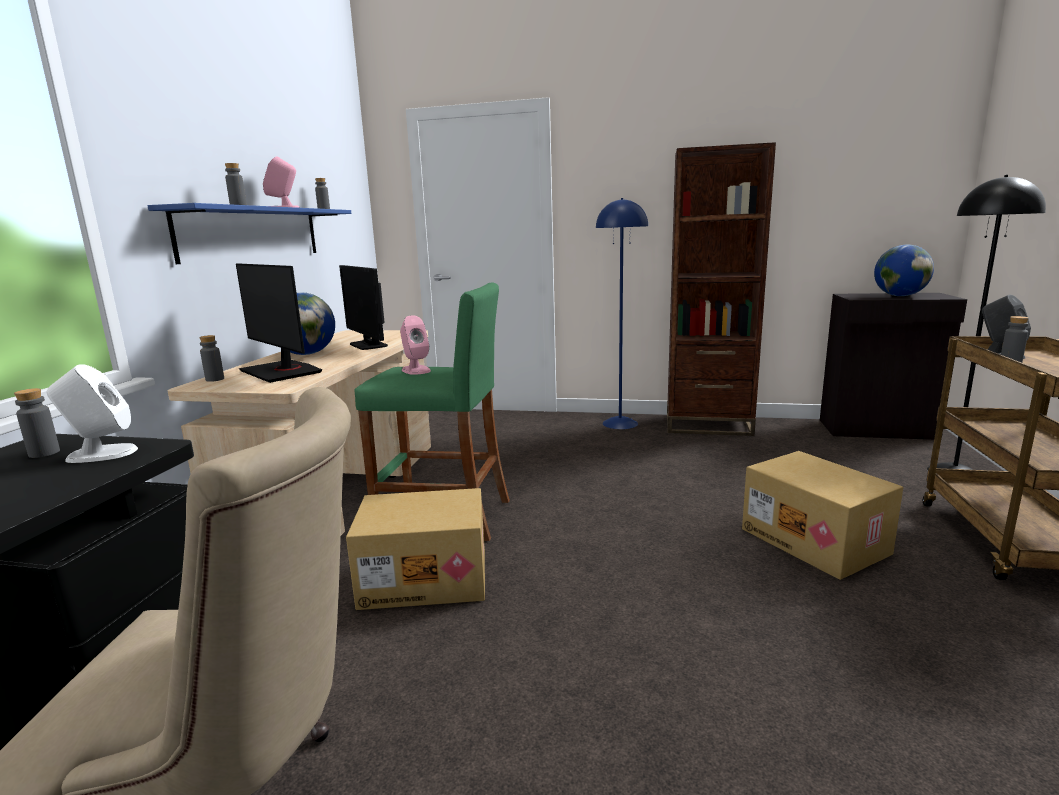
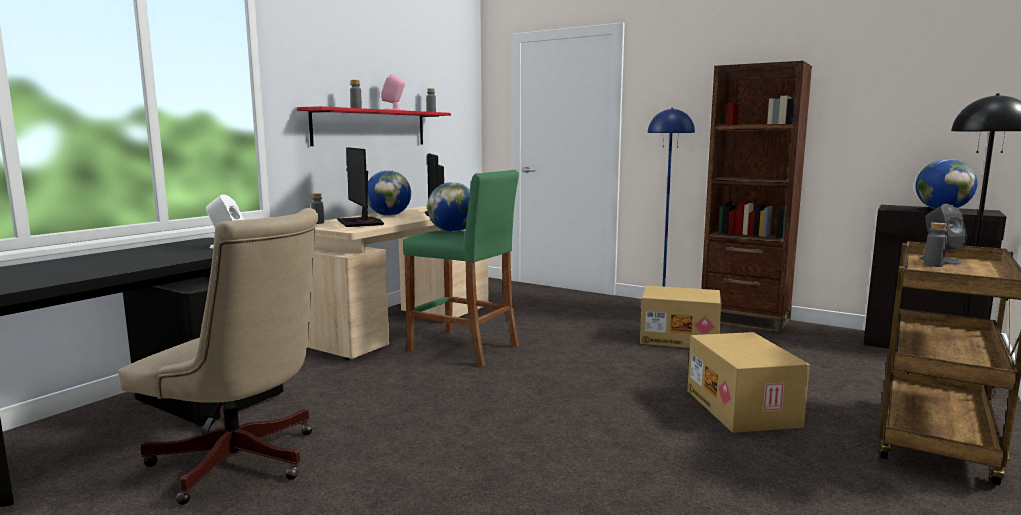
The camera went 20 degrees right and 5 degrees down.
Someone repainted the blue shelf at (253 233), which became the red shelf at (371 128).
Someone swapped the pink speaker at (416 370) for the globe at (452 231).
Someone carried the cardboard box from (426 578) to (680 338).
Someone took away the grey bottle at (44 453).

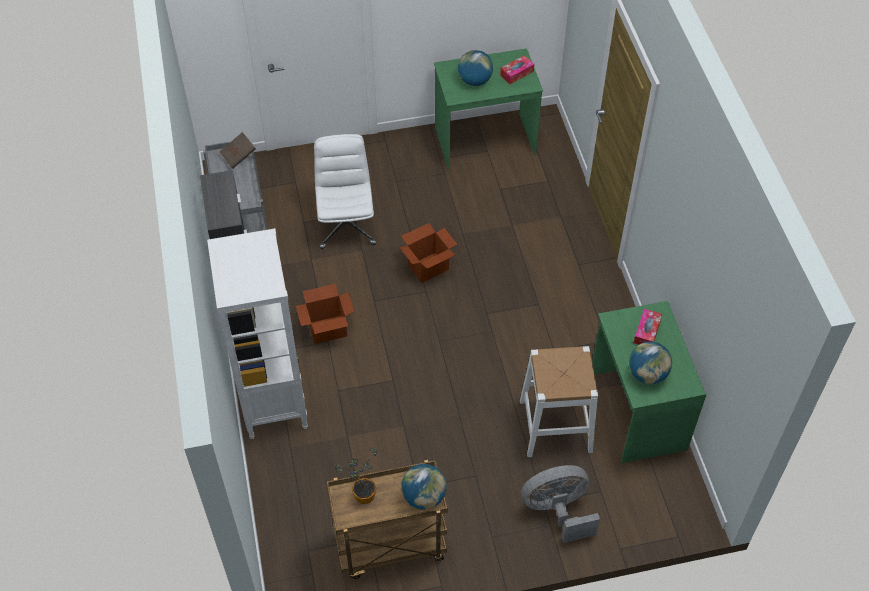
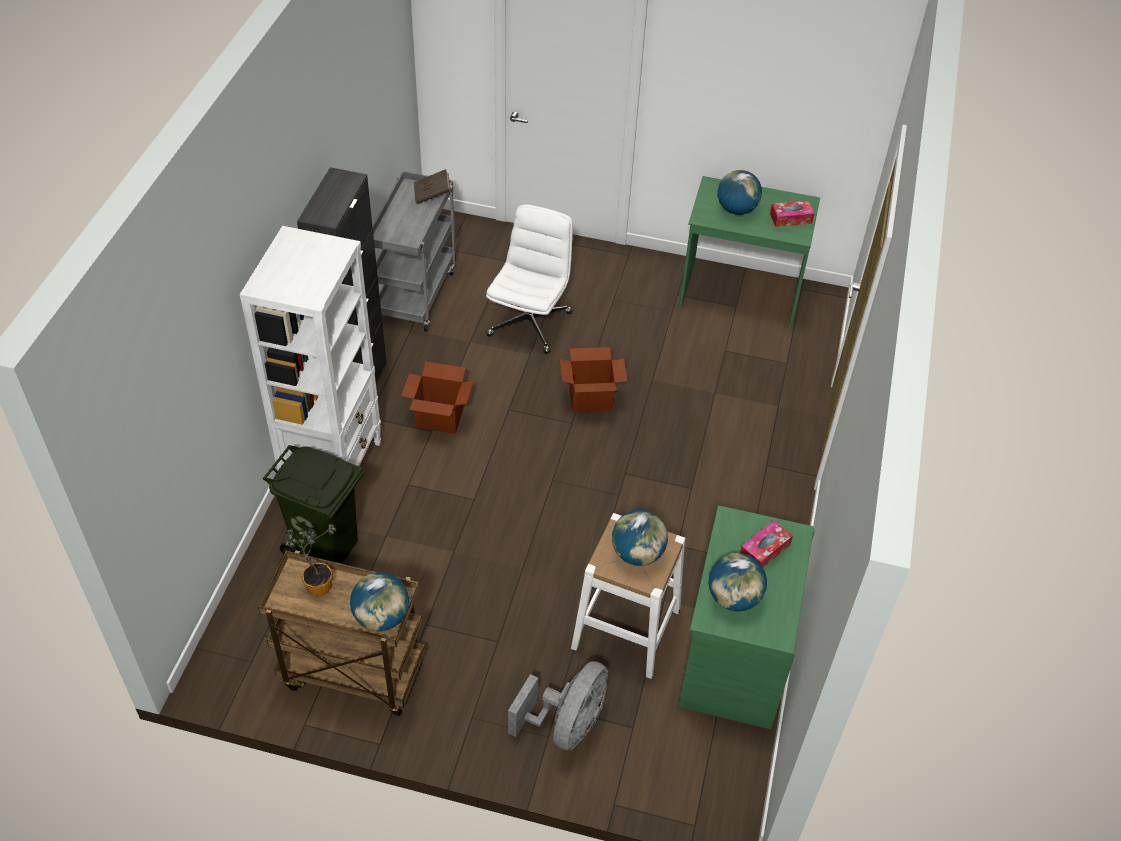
The camera went 25 degrees right and 5 degrees down.
Someone put down the green trash can at (325 545).
Someone rotated the grey fan at (557 511) by 105 degrees clockwise.
Someone put down the globe at (637 553).

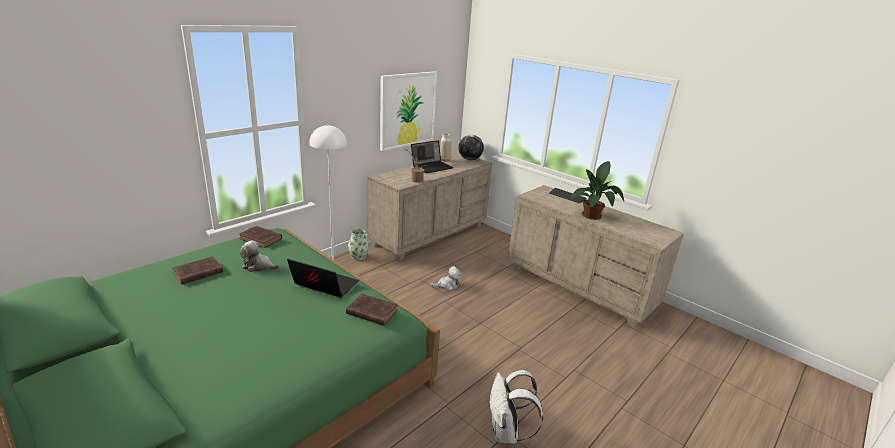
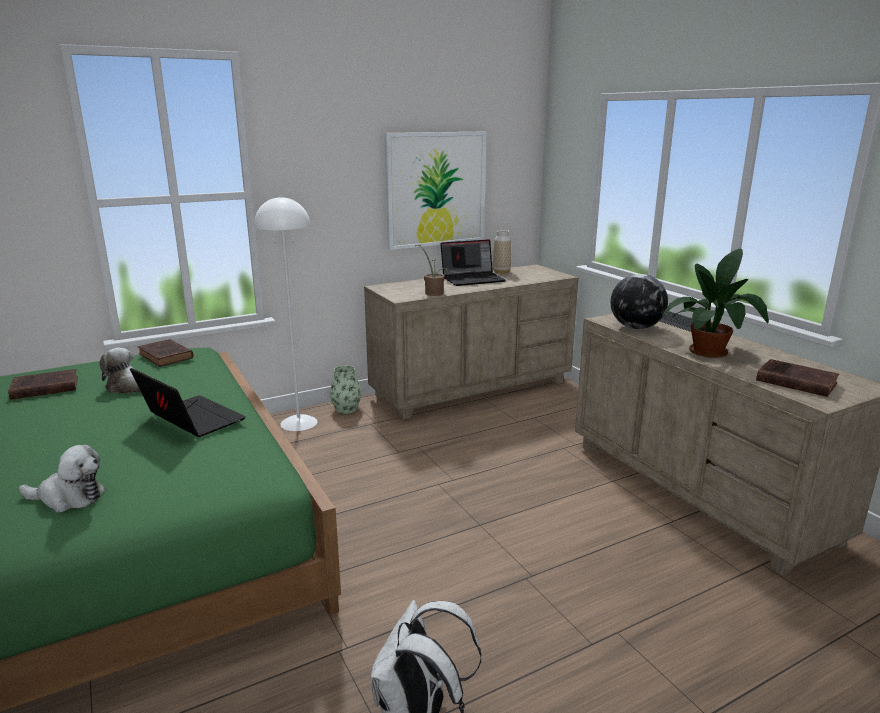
The camera went 20 degrees right and 5 degrees down.
Someone carried the plush toy from (447 285) to (69 497).
Someone carried the globe from (469 159) to (635 327).
Someone carried the brown book from (371 311) to (794 382).

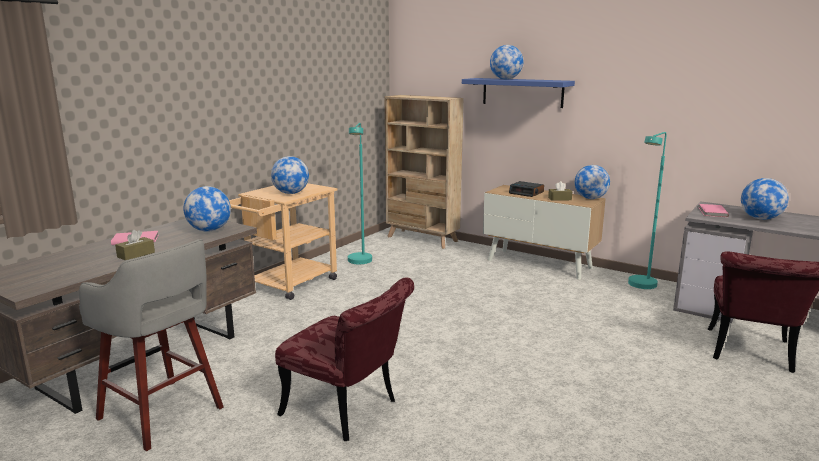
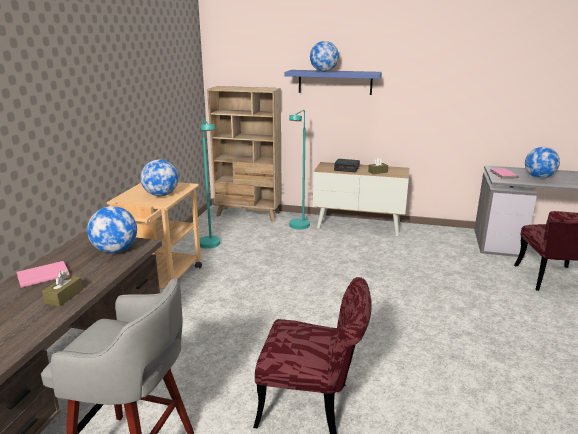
The camera went 20 degrees left and 5 degrees up.
Someone carried the turquoise floor lamp from (640 286) to (298 227).
Someone took away the globe at (590 198).

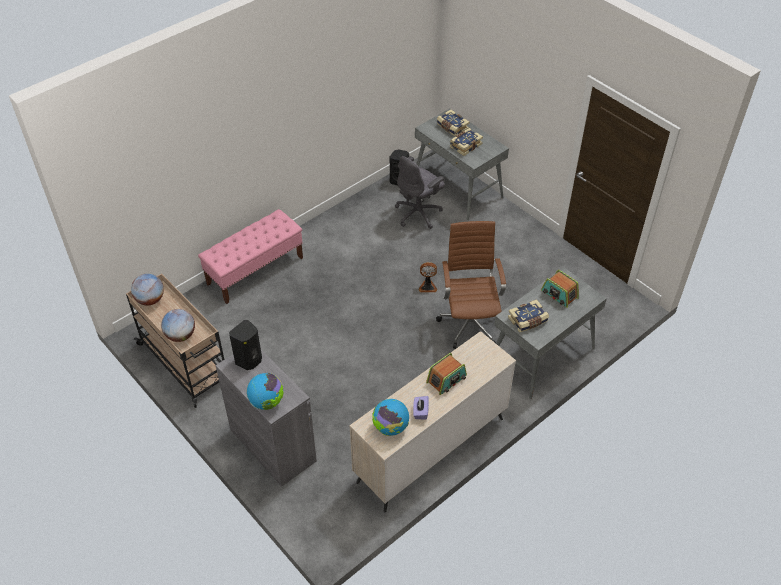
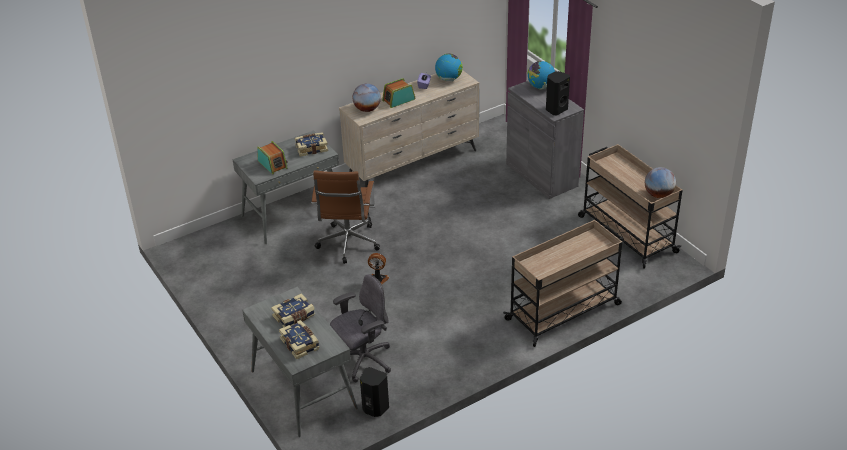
The camera went 170 degrees left and 10 degrees down.
Someone carried the globe from (181 335) to (367 109).
Someone swapped the pink bench at (255 270) for the beige cart at (564 311).

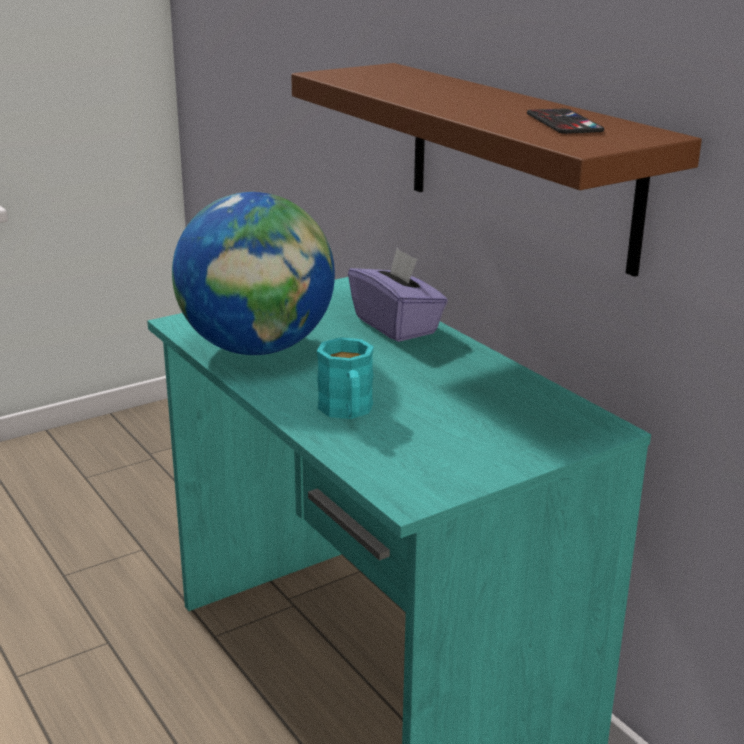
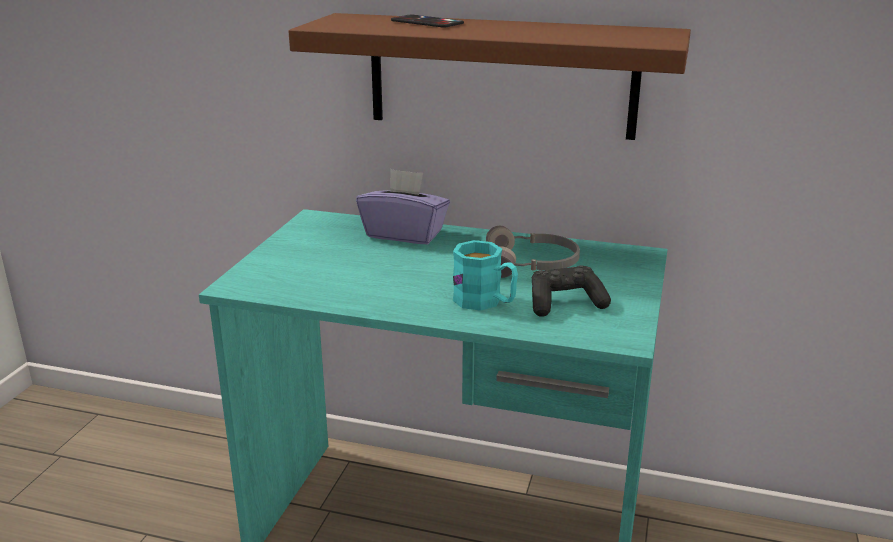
The camera went 40 degrees left and 0 degrees up.
Someone carried the phone from (563 123) to (426 22).
Someone put down the grey headphones at (531 265).
Someone put down the black game controller at (565 304).
Someone took away the globe at (257 348).

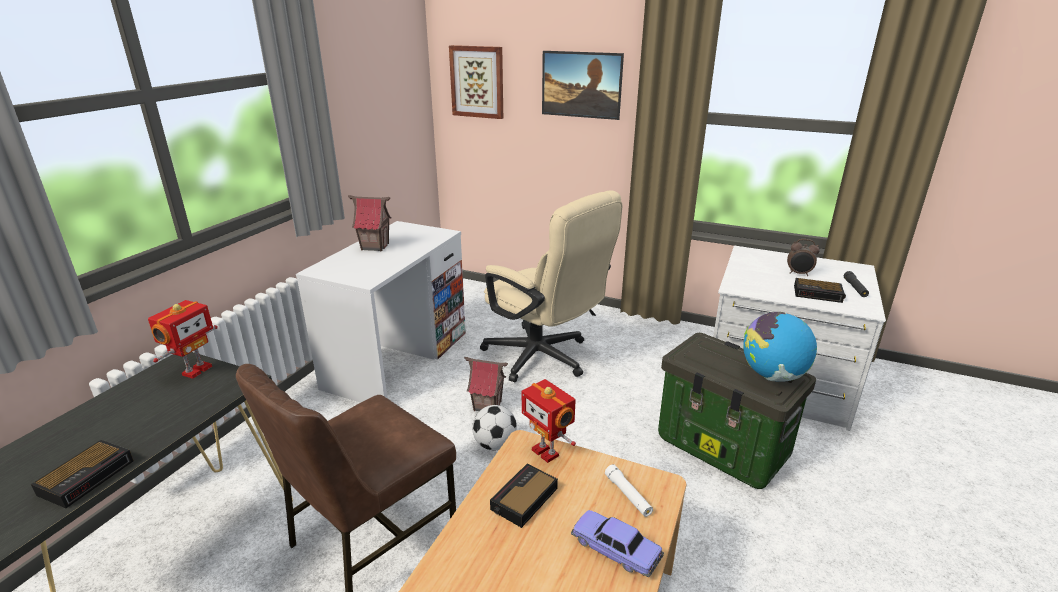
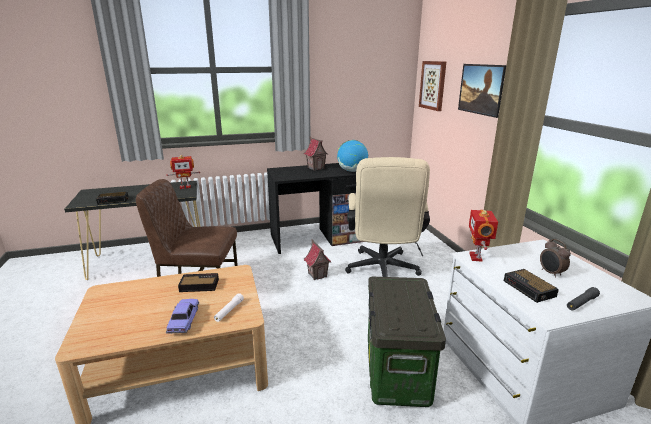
The camera went 50 degrees right and 5 degrees down.
Someone repainted the white desk at (397 359), which became the black desk at (317 238).
Someone carried the globe from (772 375) to (352 171).
Someone carried the toy robot from (546 452) to (477 257).
Someone took away the football at (495 444).

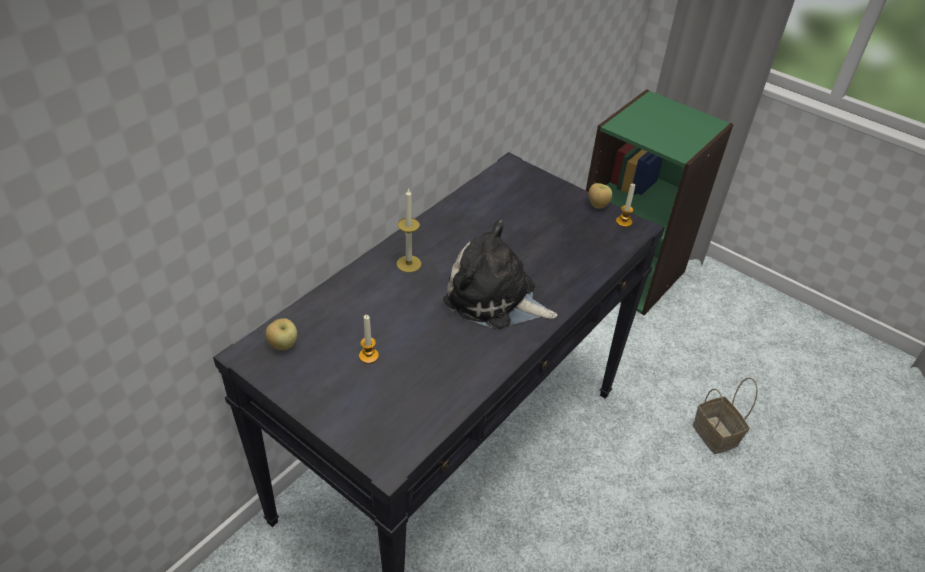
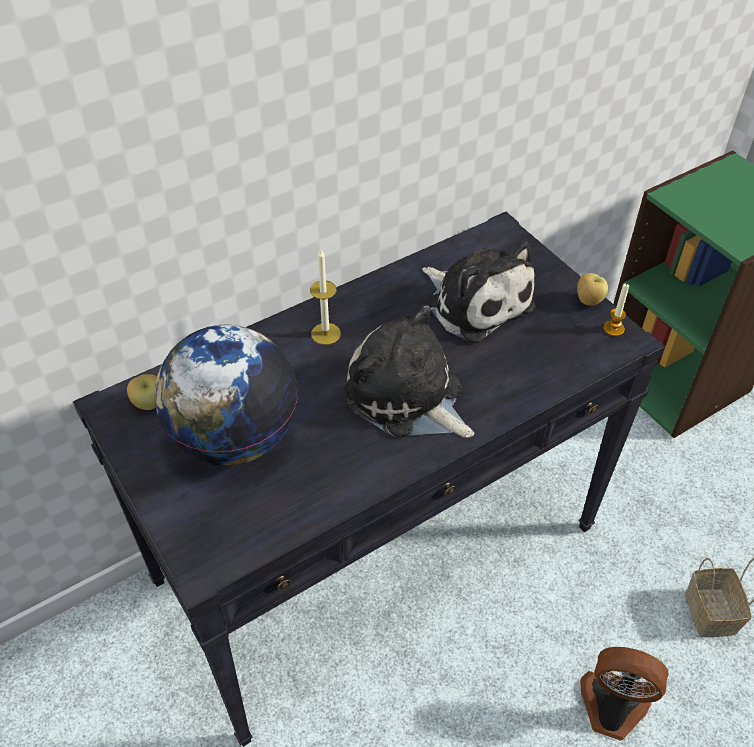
The camera went 20 degrees right and 5 degrees up.
Someone swapped the candle at (368 356) for the globe at (234 437).
Someone put down the plush toy at (475 302).
Someone put down the fan at (612 708).

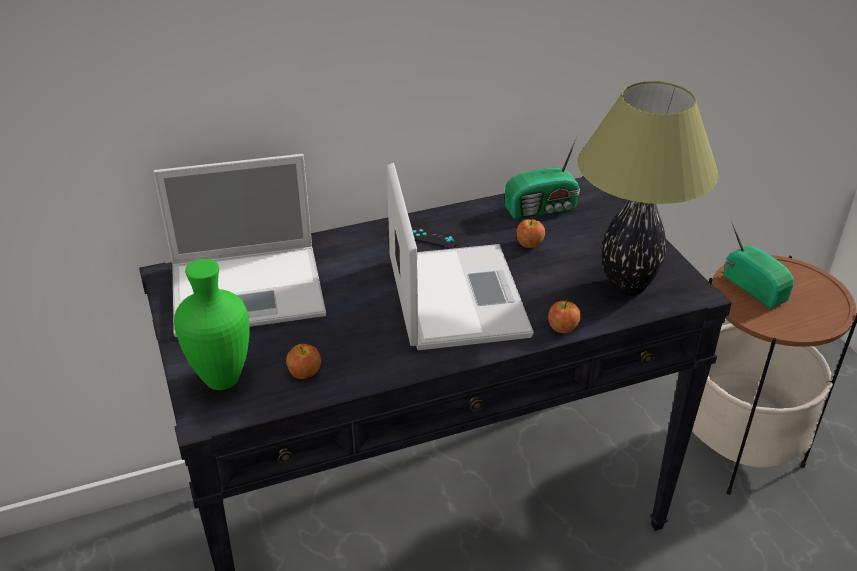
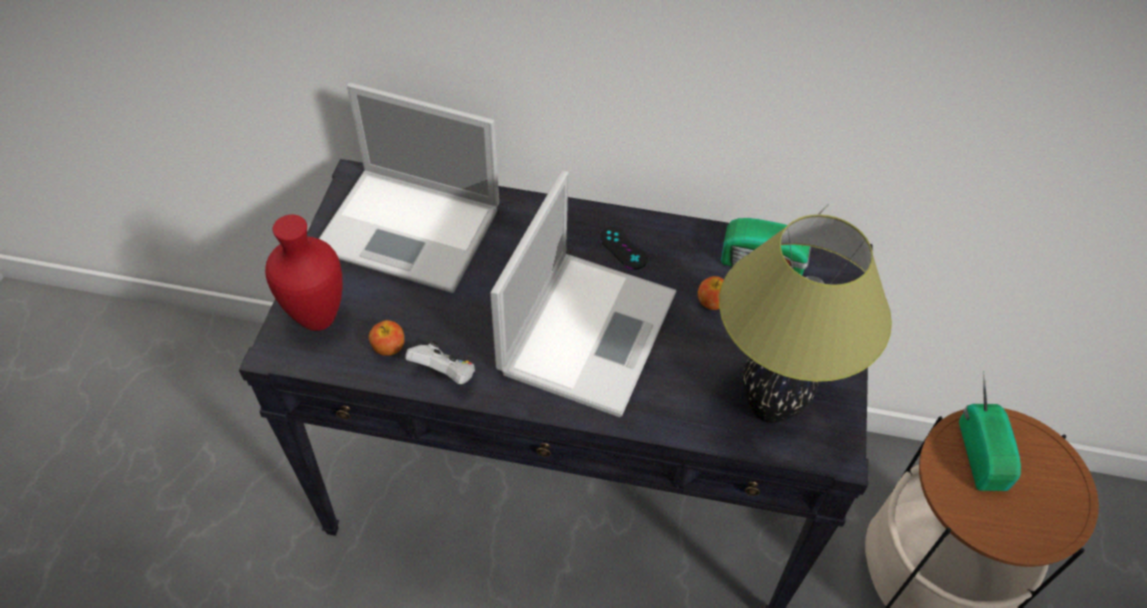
The camera went 30 degrees right and 15 degrees up.
Someone repainted the green vase at (224 378), which became the red vase at (321 318).
Someone put down the white game controller at (445 374).
Someone took away the apple at (563 328).

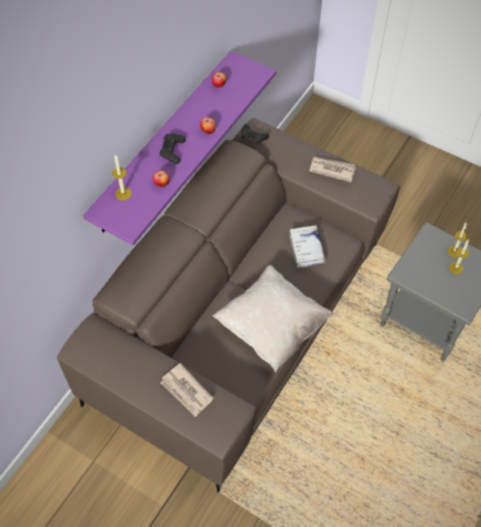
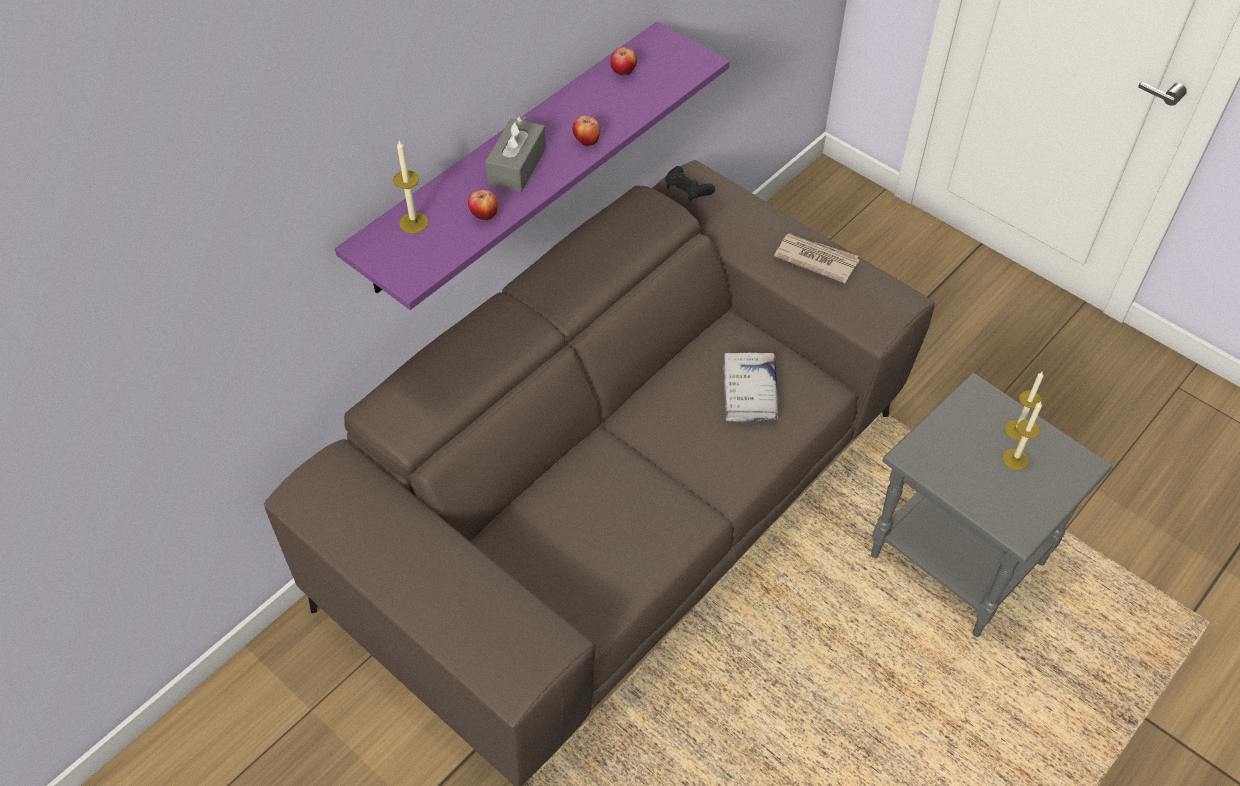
The camera went 10 degrees right and 5 degrees down.
Someone swapped the black game controller at (172 151) for the grey tissue box at (517 166).
Someone took away the newspaper at (186 391).
Someone took away the beige pillow at (272 327).

